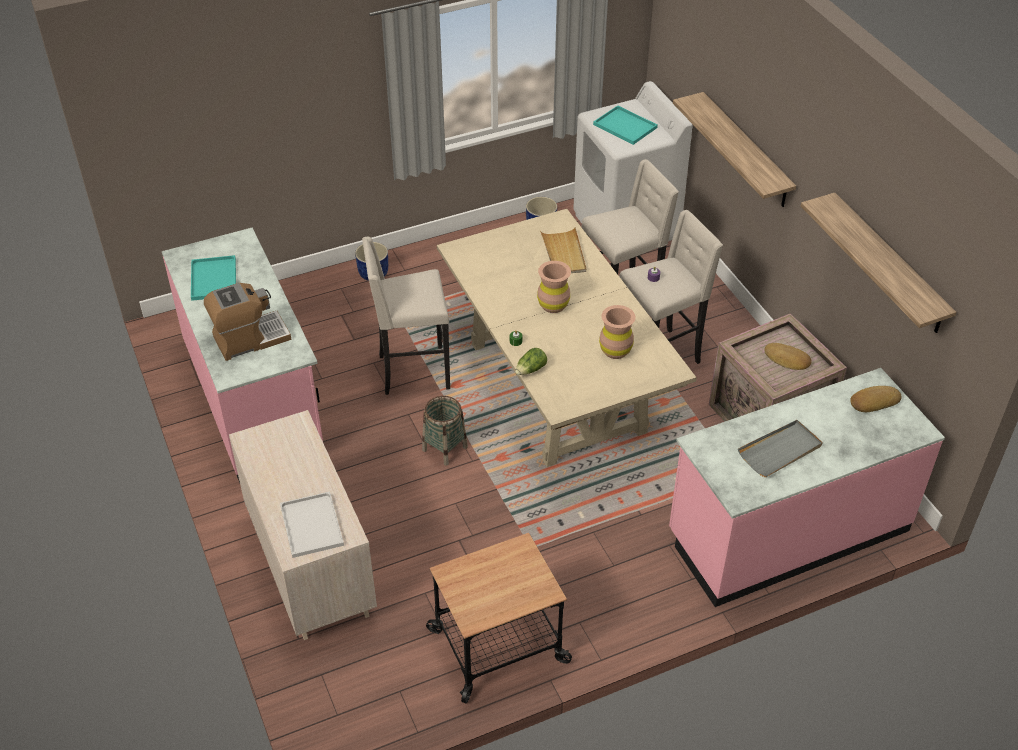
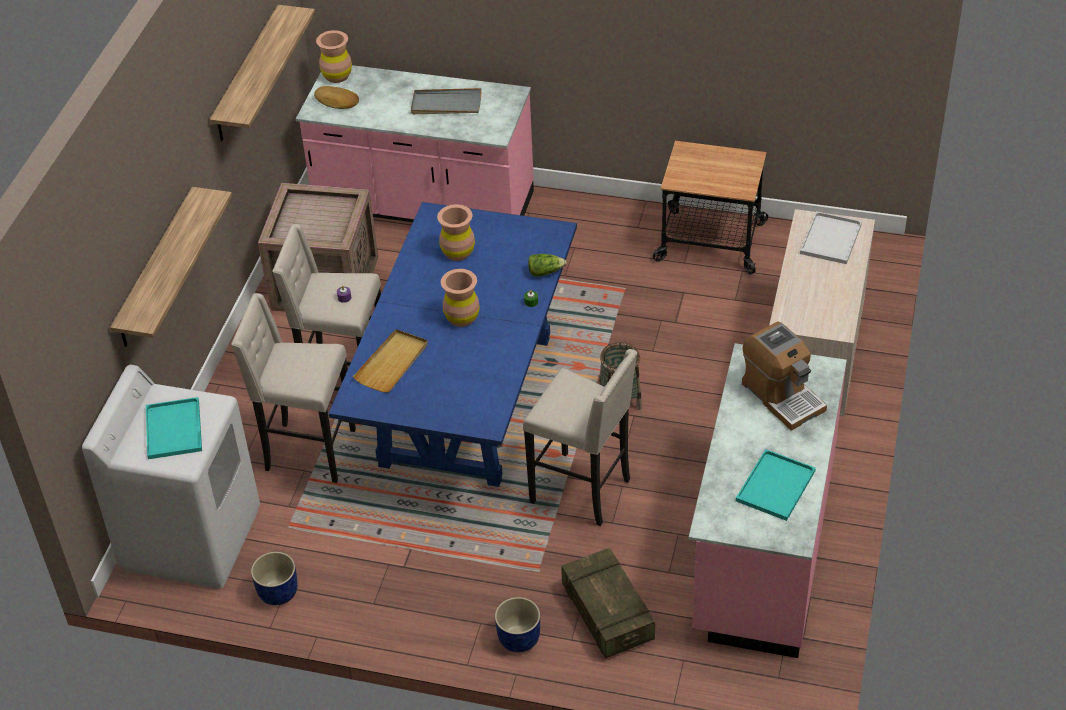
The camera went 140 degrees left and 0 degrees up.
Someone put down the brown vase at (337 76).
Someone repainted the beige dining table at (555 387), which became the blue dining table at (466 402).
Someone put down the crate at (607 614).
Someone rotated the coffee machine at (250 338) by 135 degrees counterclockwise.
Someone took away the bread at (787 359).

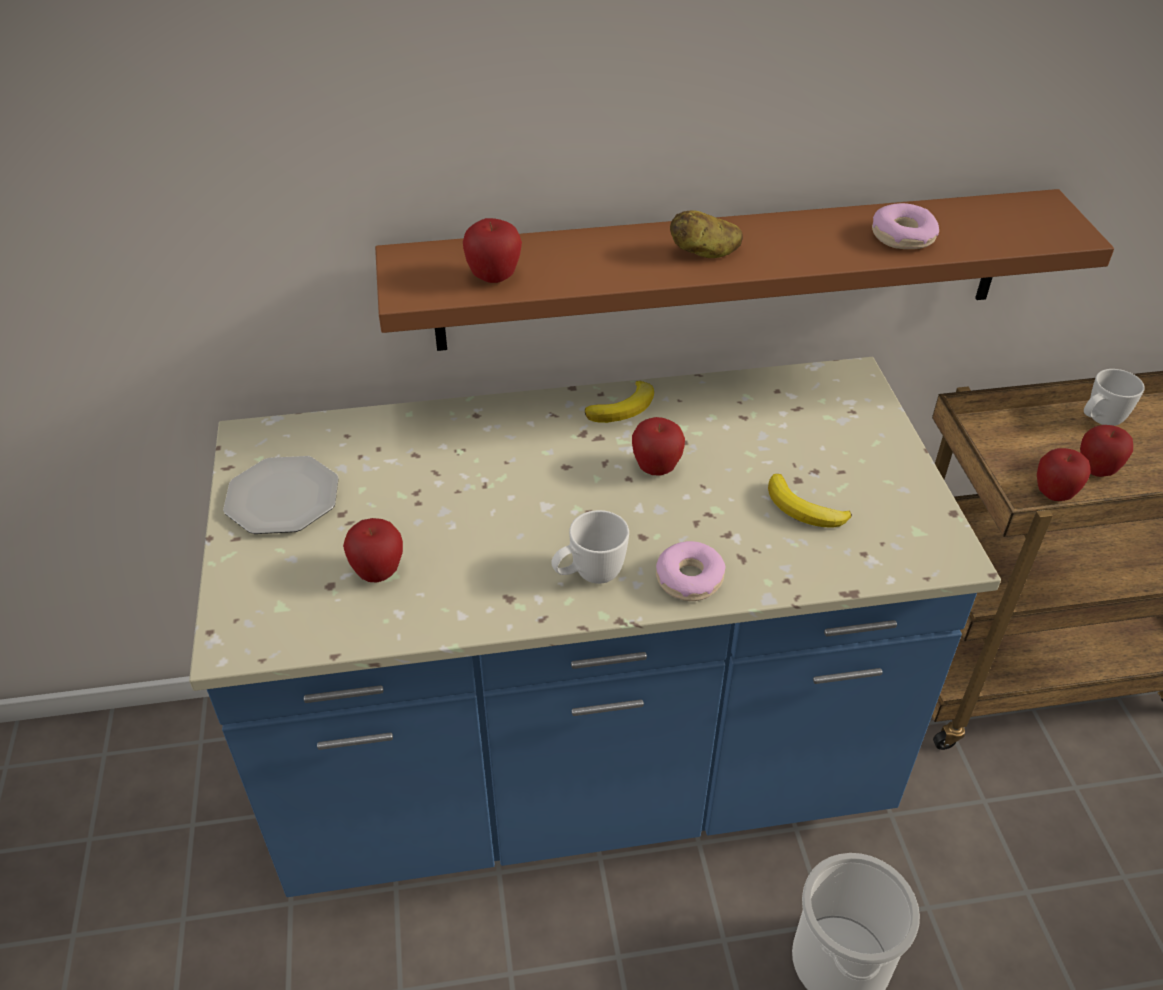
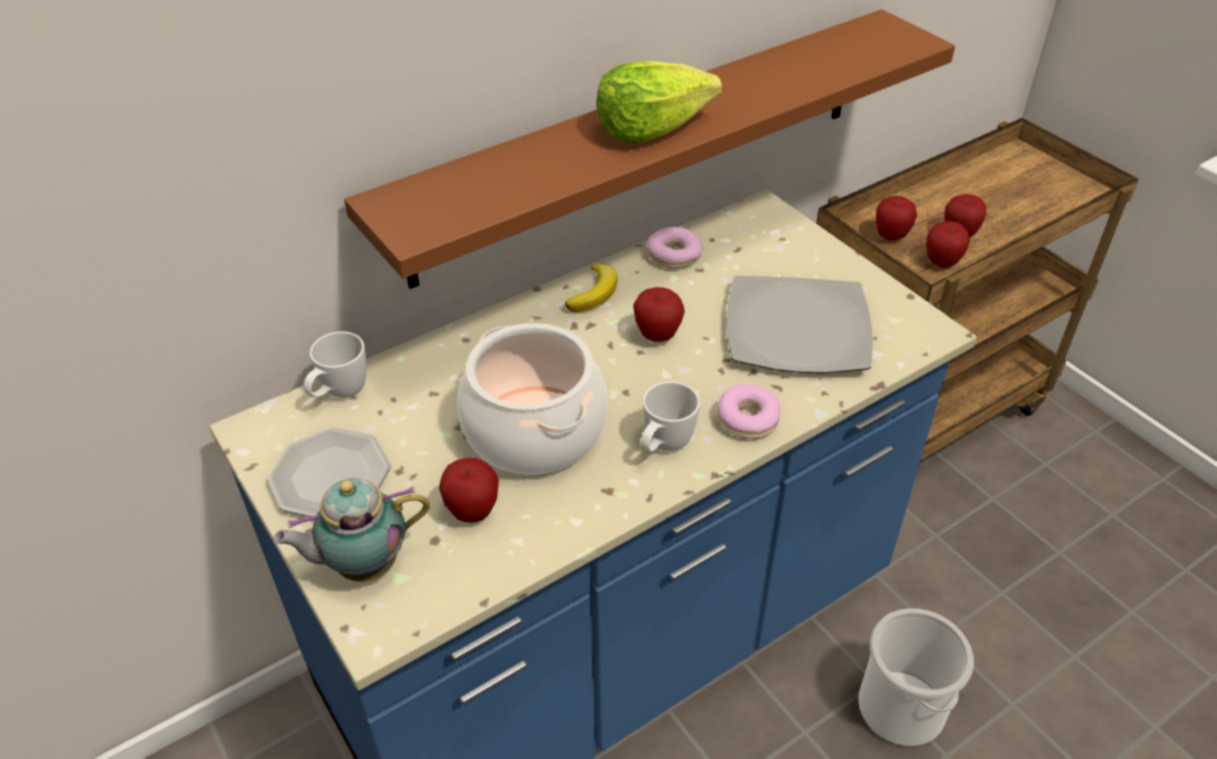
The camera went 25 degrees left and 0 degrees up.
Someone put down the teapot at (363 565).
Someone carried the white mug from (1099 421) to (339 394).
Someone put down the cooking pot at (536 430).
Someone swapped the potato at (704 253) for the lettuce at (651 128).
Someone carried the donut from (902 237) to (674 255).
Someone swapped the banana at (804 509) for the plate at (798 330).
Someone carried the apple from (494 278) to (891 236).

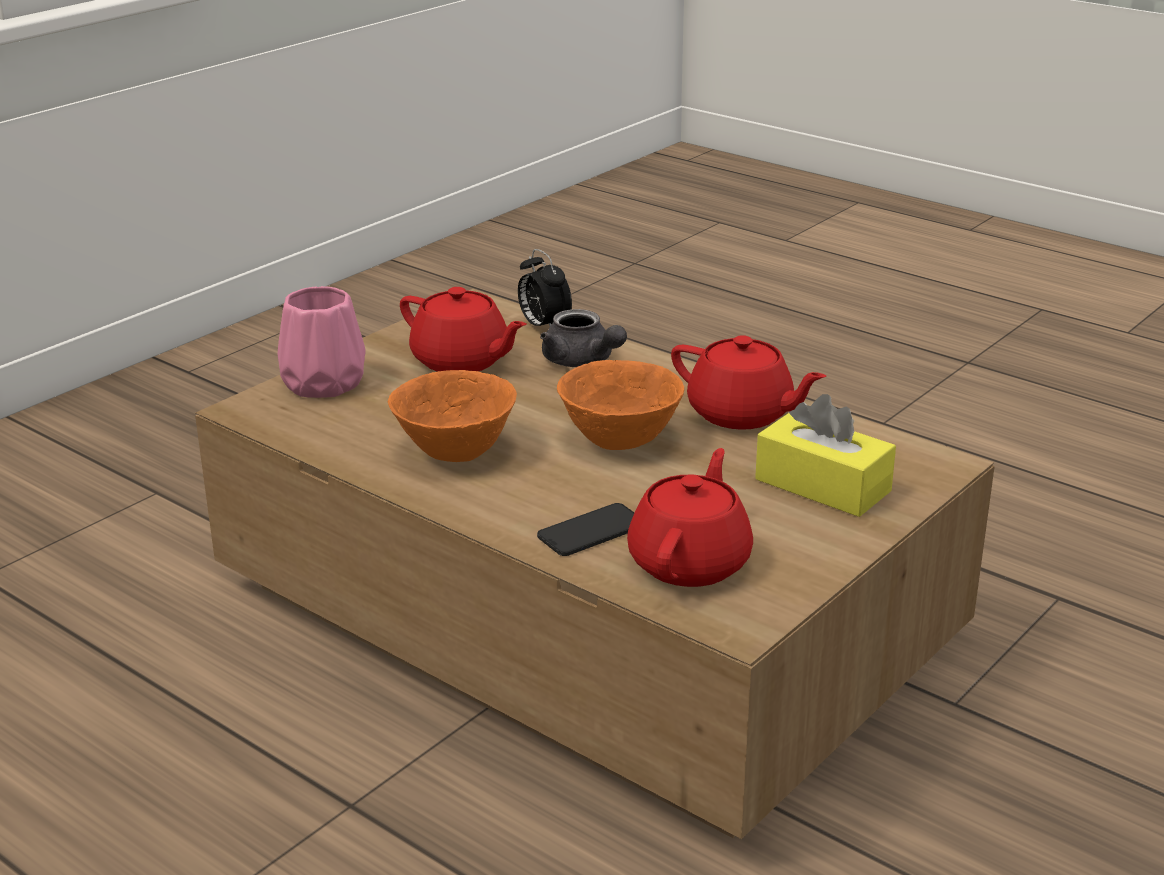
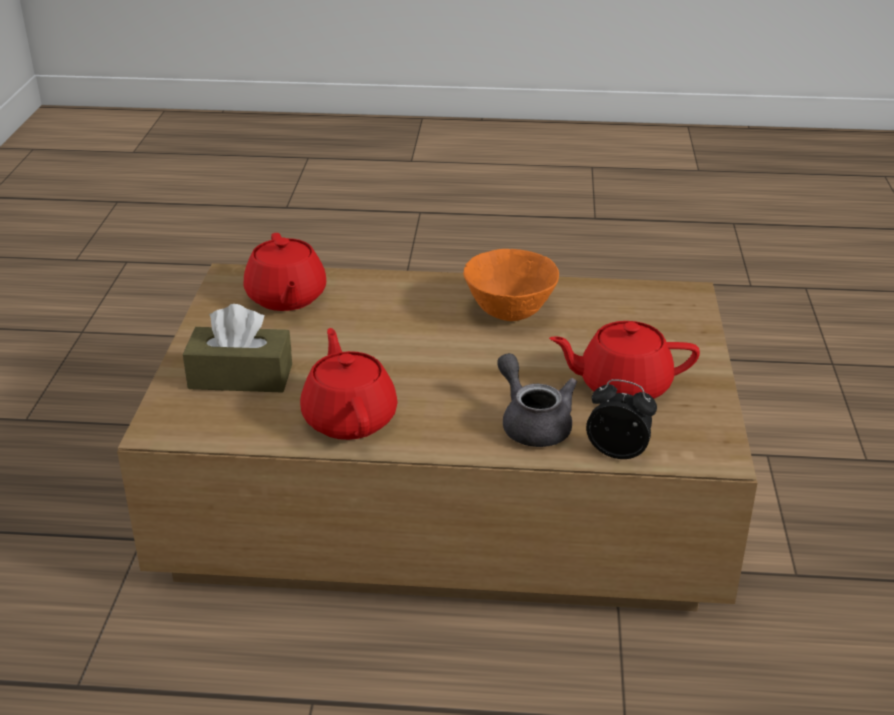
The camera went 145 degrees right and 5 degrees up.
Someone repainted the yellow tissue box at (822 485), which became the brown tissue box at (240 376).
Someone rotated the red teapot at (741 414) by 75 degrees clockwise.
Someone rotated the grey teapot at (582 362) by 45 degrees clockwise.
Someone took away the pink vase at (324 385).
Someone took away the phone at (591 531).
Someone took away the orange bowl at (619 440).

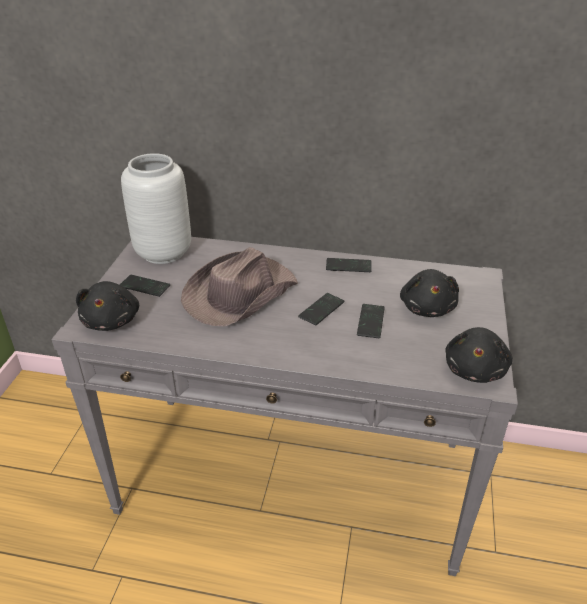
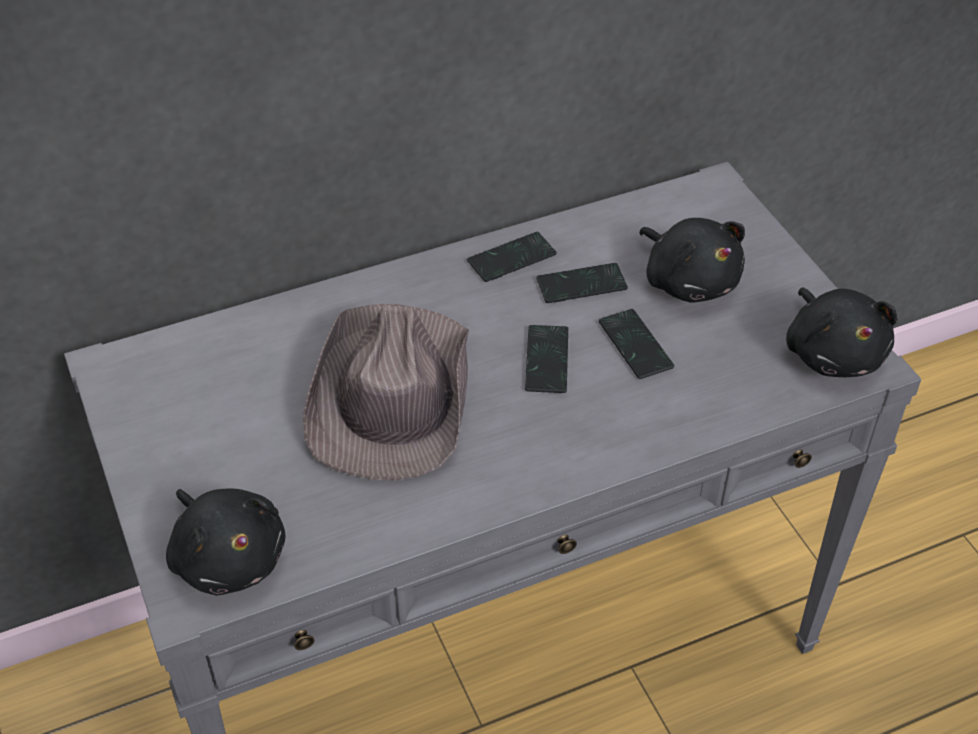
The camera went 35 degrees left and 10 degrees up.
Someone carried the phone from (145 286) to (581 285).
Someone took away the grey vase at (162 252).

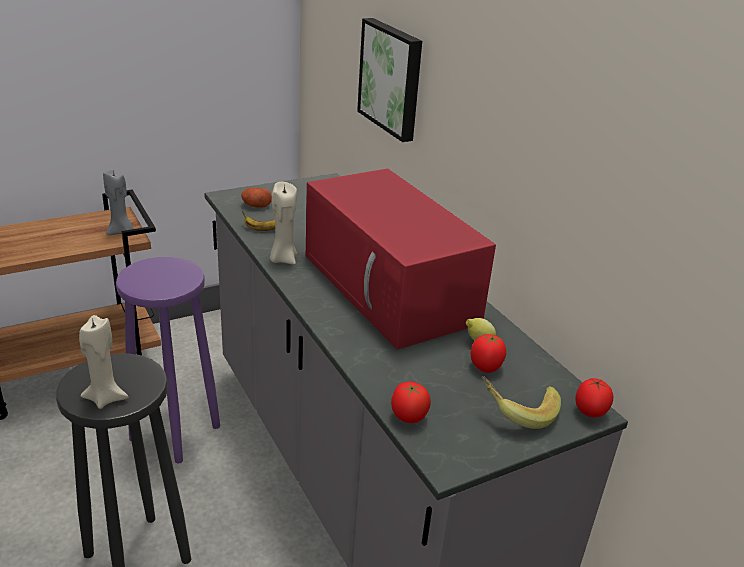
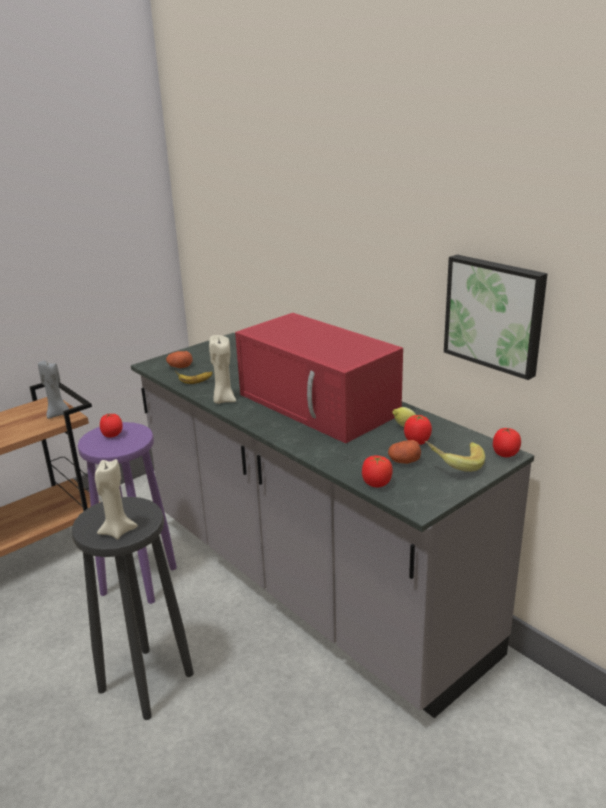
The camera went 10 degrees left and 5 degrees down.
Someone put down the tomato at (113 435).
Someone put down the potato at (404 461).
Someone carried the picture from (392 78) to (495 314).

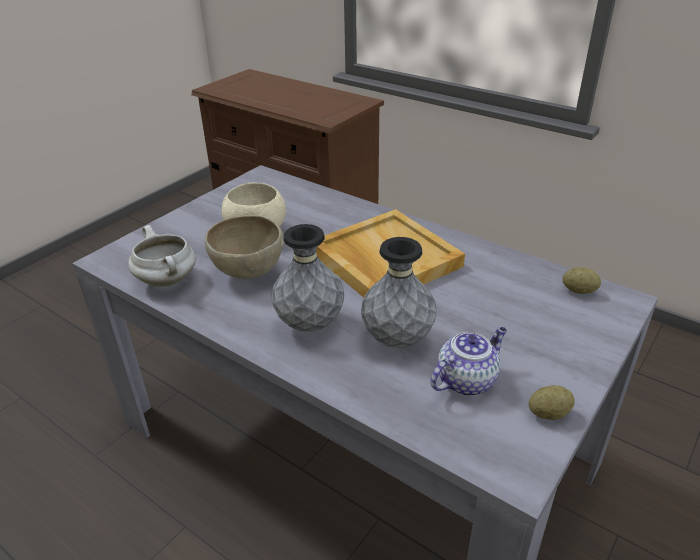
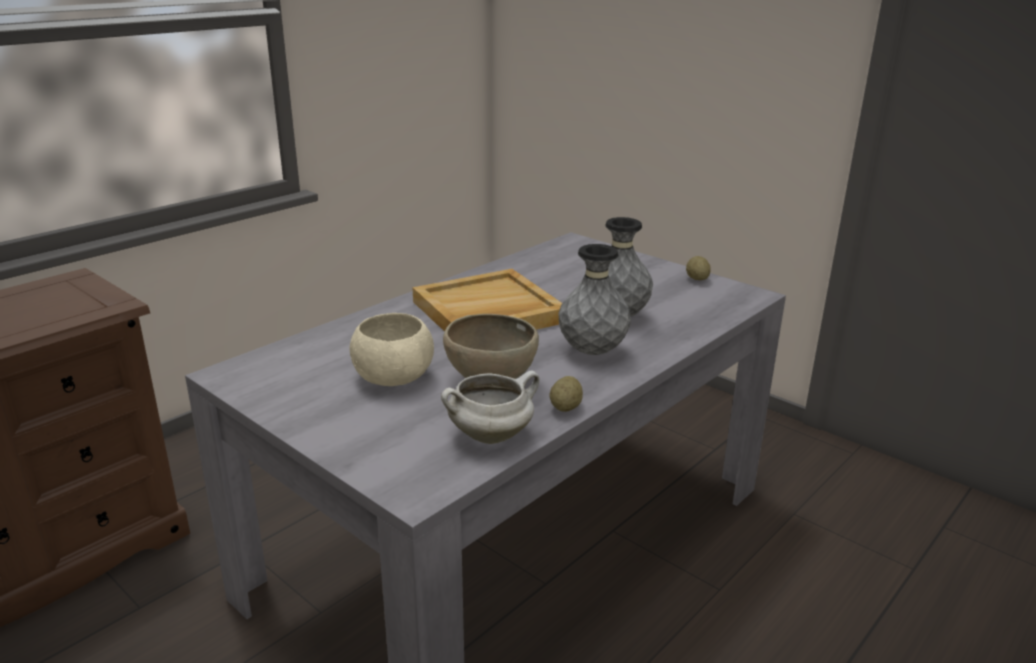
The camera went 85 degrees left and 10 degrees down.
Someone carried the potato from (579 291) to (565 407).
Someone took away the teapot at (466 380).

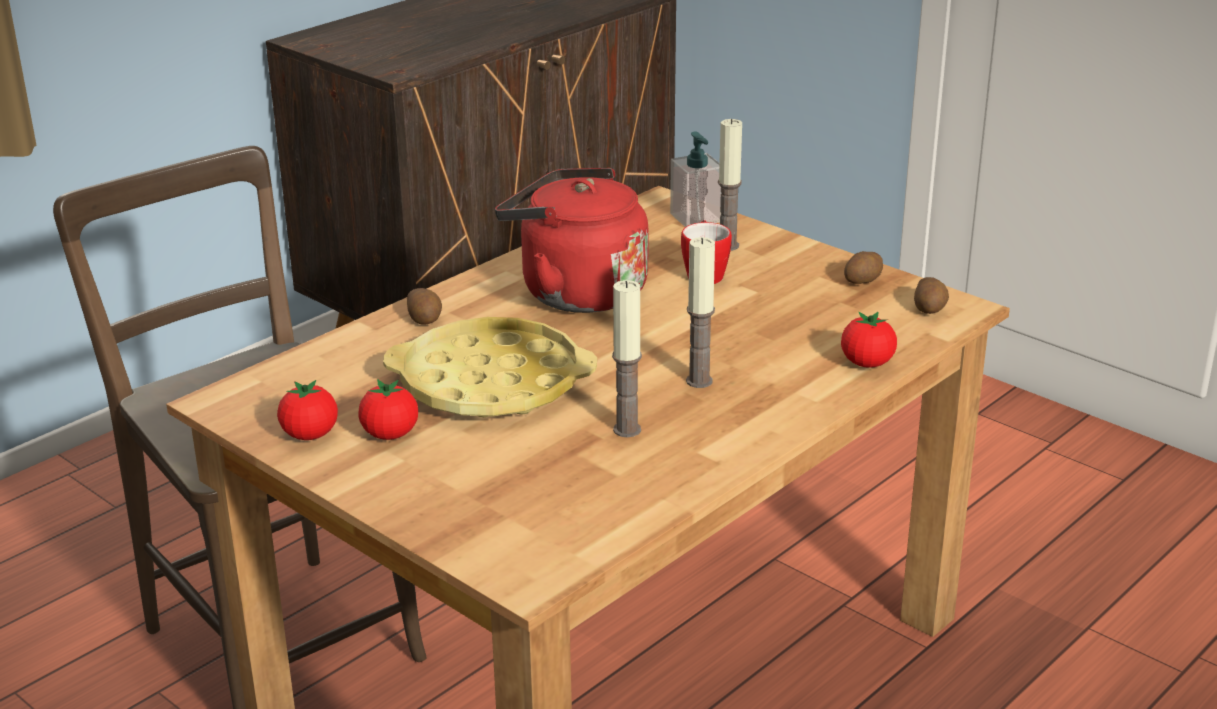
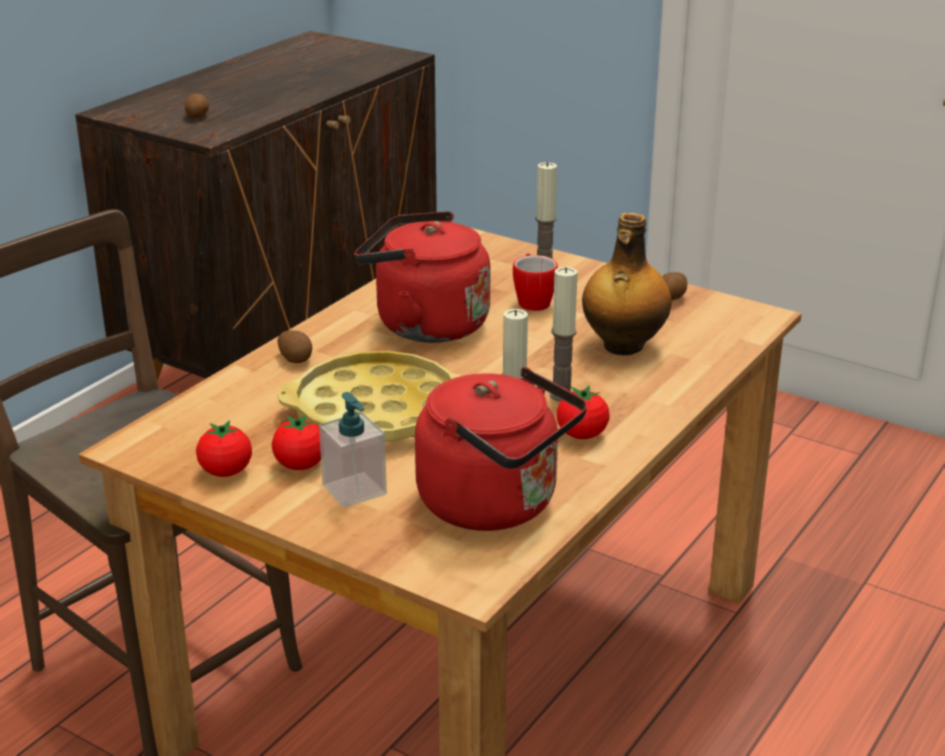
The camera went 10 degrees left and 0 degrees up.
Someone carried the potato from (930 308) to (198 115).
Someone carried the soap dispenser from (696 218) to (354 490).
Someone put down the red kettle at (496 505).
Someone carried the tomato from (867 363) to (582 435).
Someone put down the bottle at (622 346).

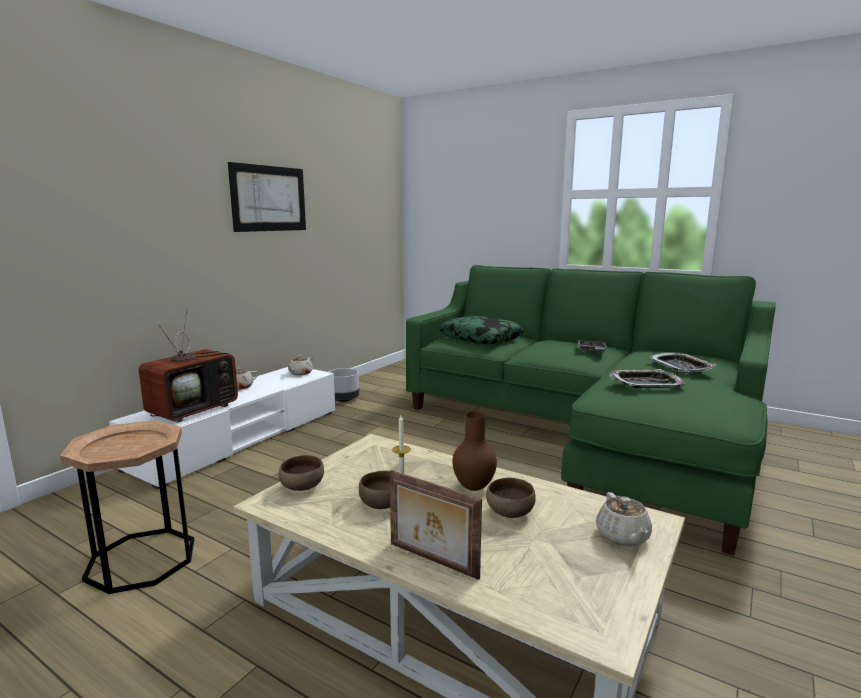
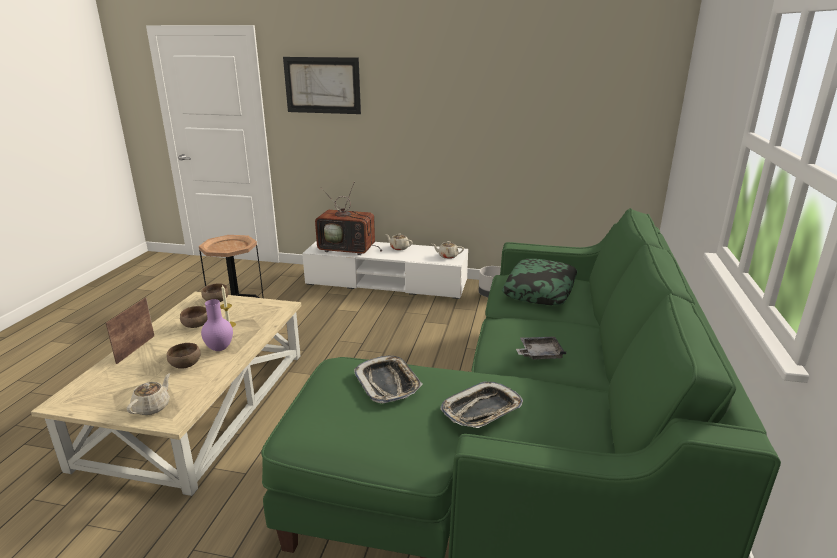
The camera went 70 degrees right and 10 degrees up.
Someone rotated the beige teapot at (623 536) by 135 degrees clockwise.
Someone repainted the brown vase at (474 488), which became the purple vase at (219 349).
Someone carried the picture from (269 198) to (322 85).

